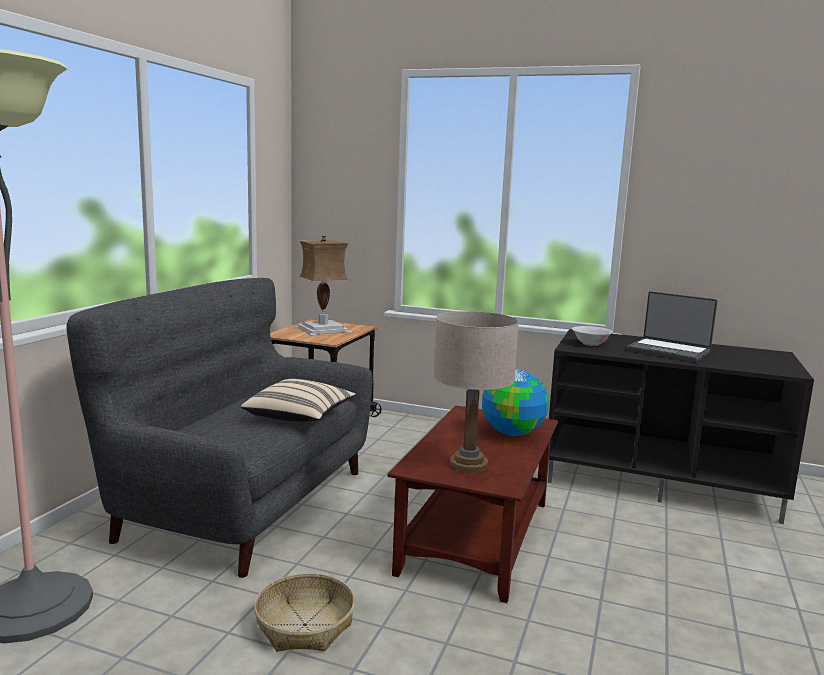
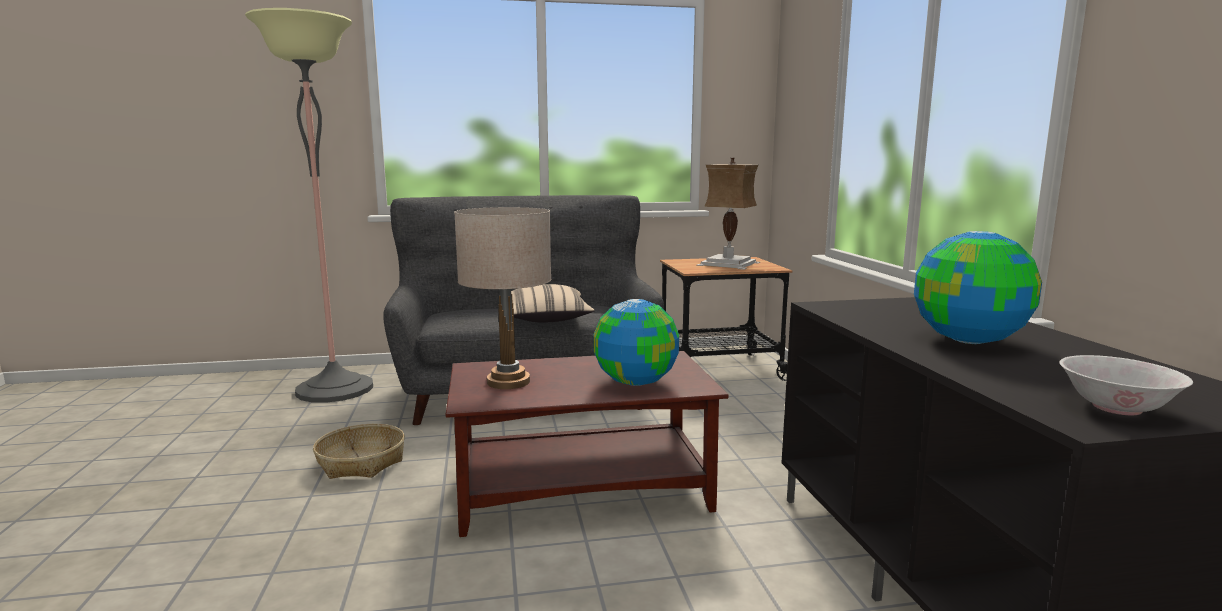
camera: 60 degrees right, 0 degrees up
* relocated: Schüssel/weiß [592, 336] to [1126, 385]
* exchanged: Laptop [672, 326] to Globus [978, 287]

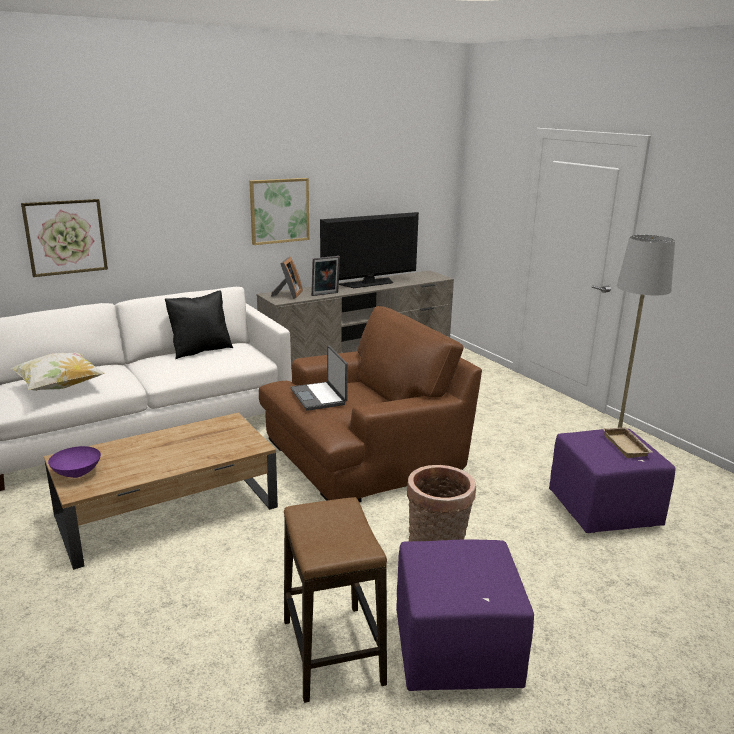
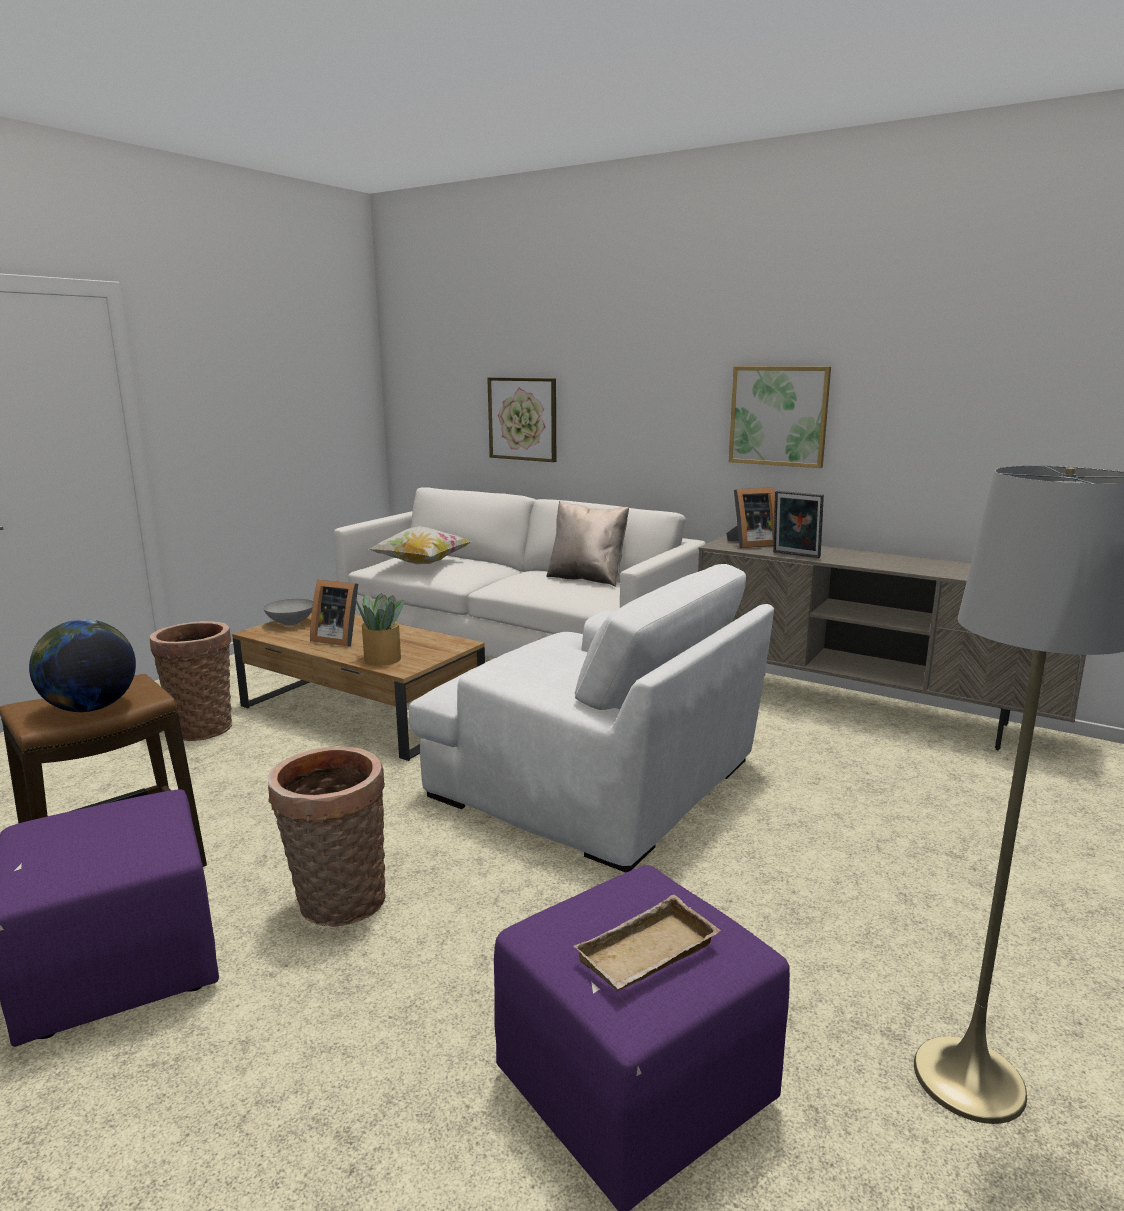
camera: 65 degrees right, 5 degrees down
* colour: Schüssel/lila [74, 462] to Schüssel/grau [288, 612]
* colour: Kissen/schwarz [199, 324] to Kissen/beige [587, 544]
* colour: Sessel/braun [370, 404] to Sessel/weiß [591, 718]
* missing: Laptop [319, 378]
* missing: Fernseher [369, 250]
* appeared: Globus [82, 665]
* appeared: Korb [191, 681]
* appeared: Bilderrahmen [334, 613]
* appeared: Topfpflanze [379, 629]

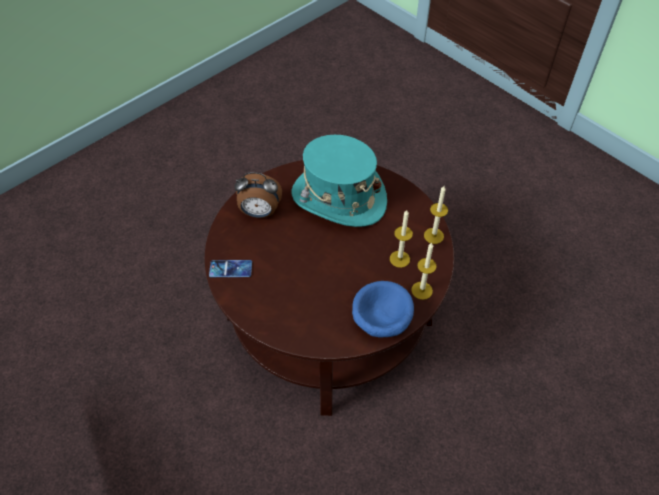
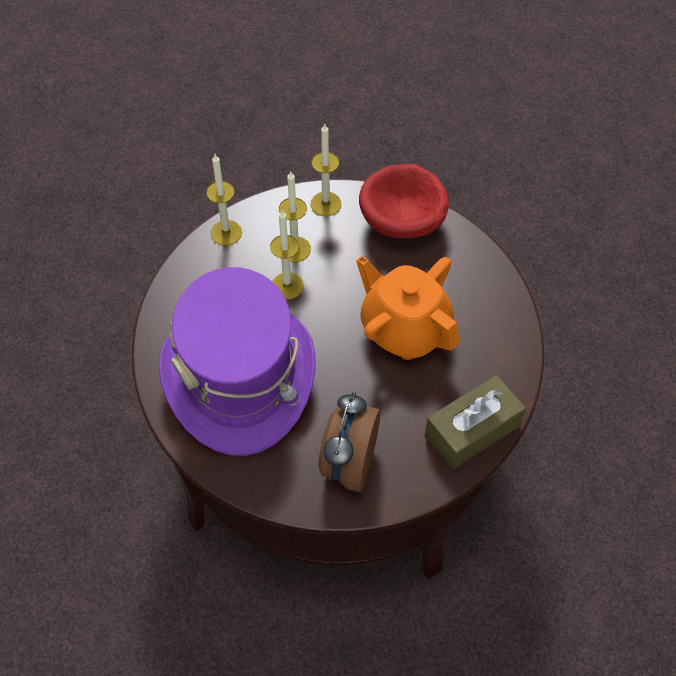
camera: 125 degrees left, 5 degrees up
* exchanged: Handy [230, 268] to Taschentuchbox/braun [475, 422]
* spun: Wecker [258, 195] = [349, 441] 135 degrees counterclockwise
* colour: Hut/türkis [339, 181] to Hut/lila [237, 361]
* colour: Schüssel/blau [383, 309] to Schüssel/rot [404, 201]
* appeared: Kerze [287, 255]
* appeared: Teekanne/orange [408, 308]

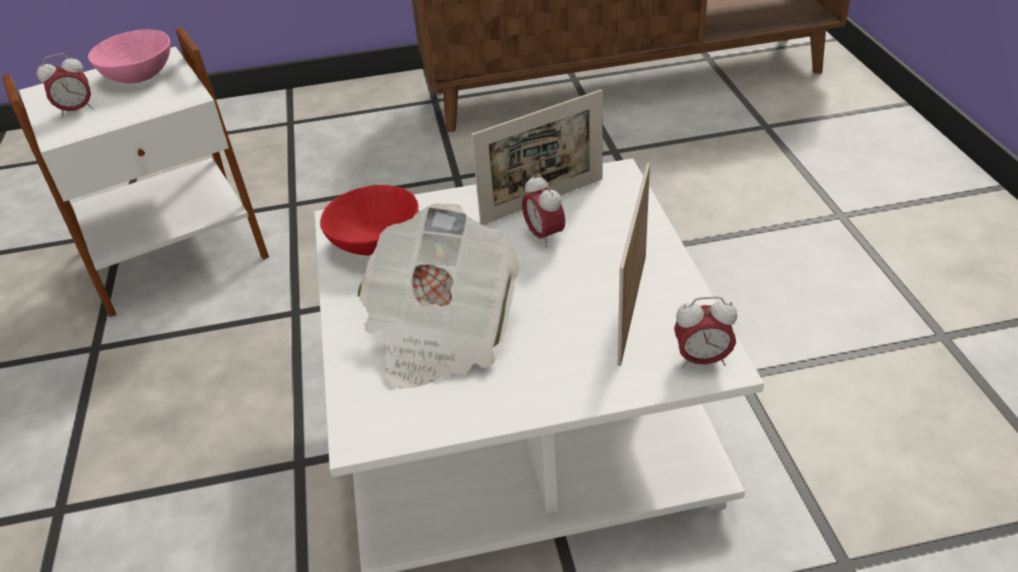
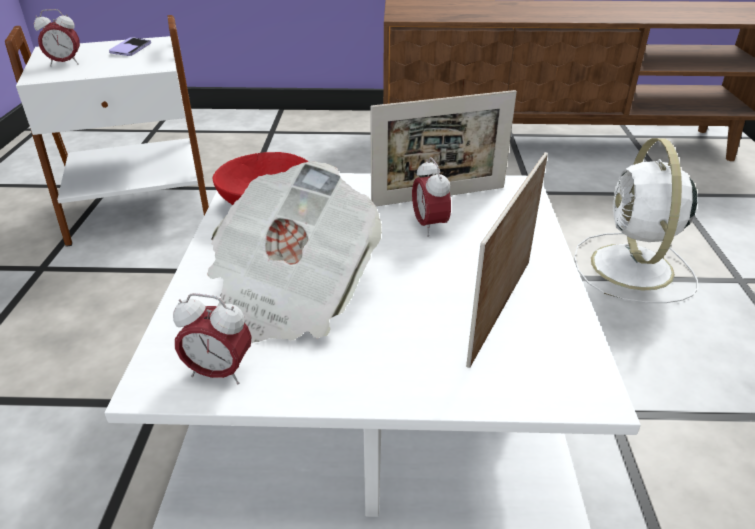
camera: 10 degrees right, 5 degrees down
* exchanged: Schüssel/rosa [129, 56] to Handy [130, 46]
* relocated: Wecker [705, 332] to [212, 338]
* appeared: Ventilator/weiß [636, 220]

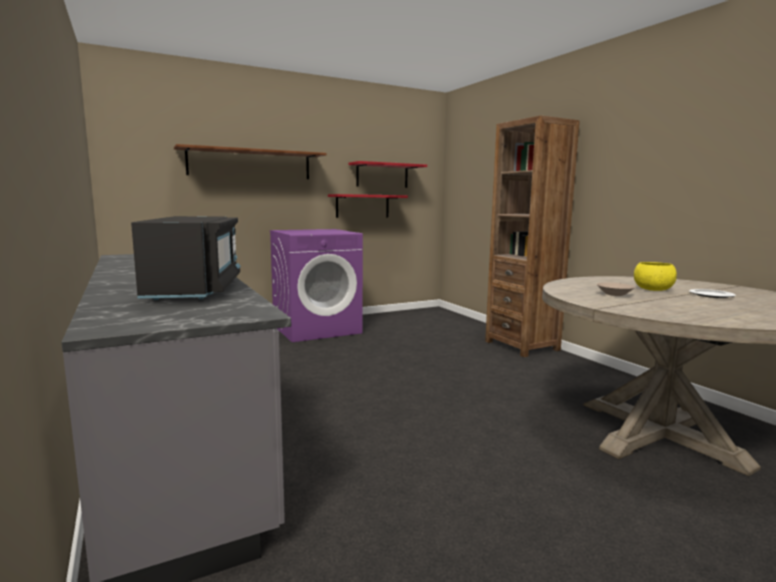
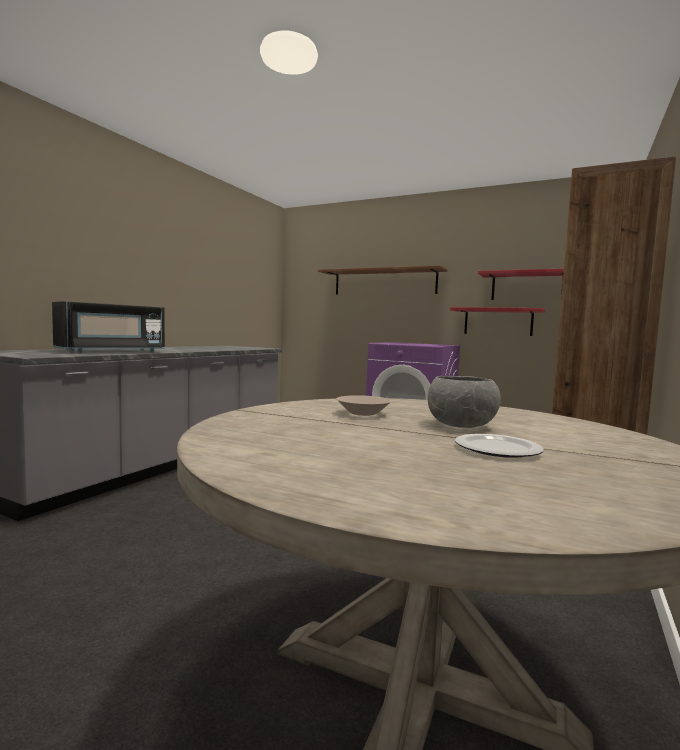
camera: 55 degrees right, 5 degrees down
* colour: Schüssel/gelb [655, 276] to Schüssel/grau [464, 402]

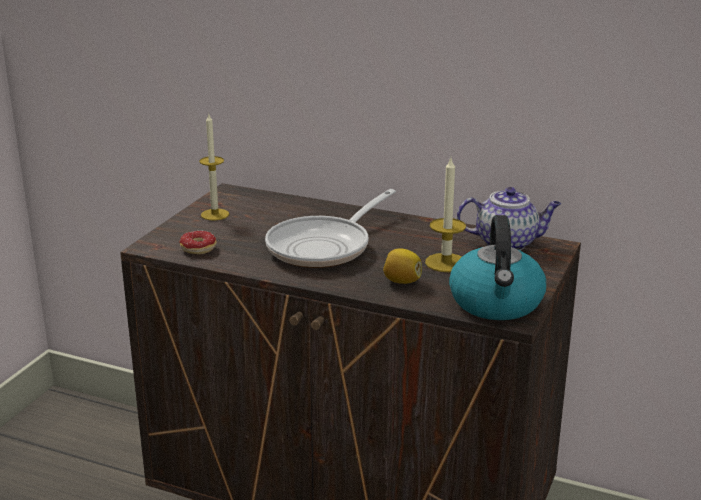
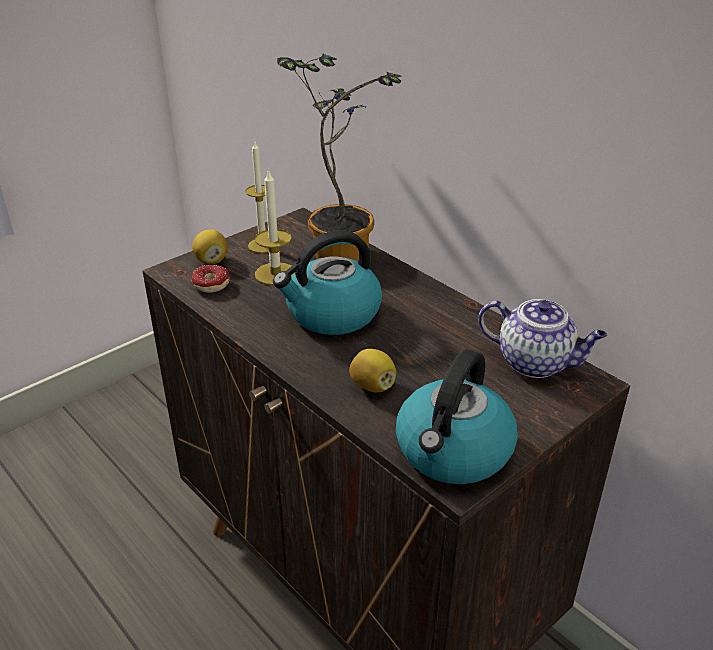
camera: 25 degrees right, 10 degrees up
* exchanged: Pfanne [330, 228] to Wasserkessel [327, 282]
* relocated: Kerze [445, 215] to [275, 227]
* appeared: Zitrone [210, 246]
* appeared: Topfpflanze [339, 157]

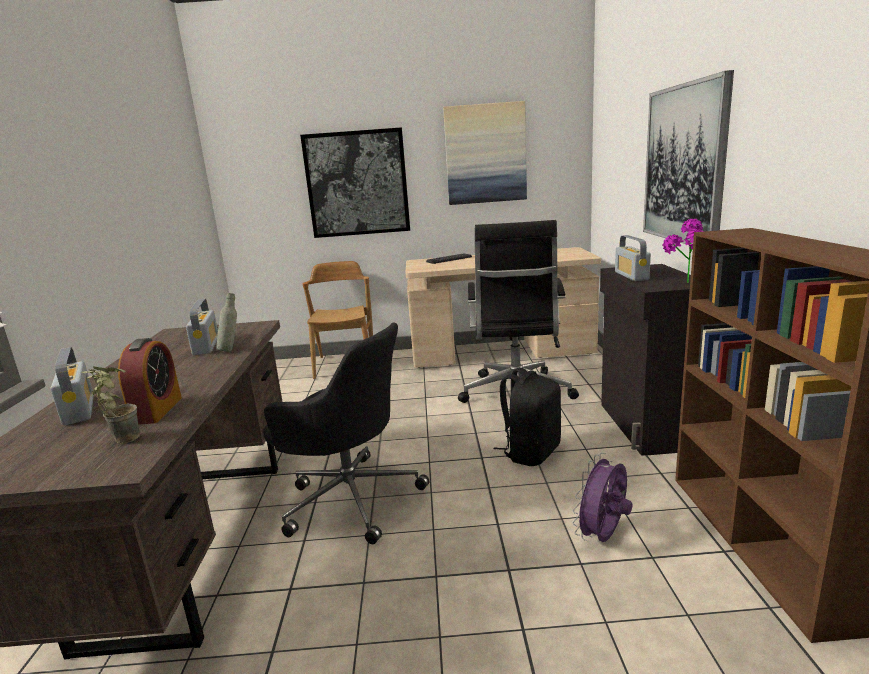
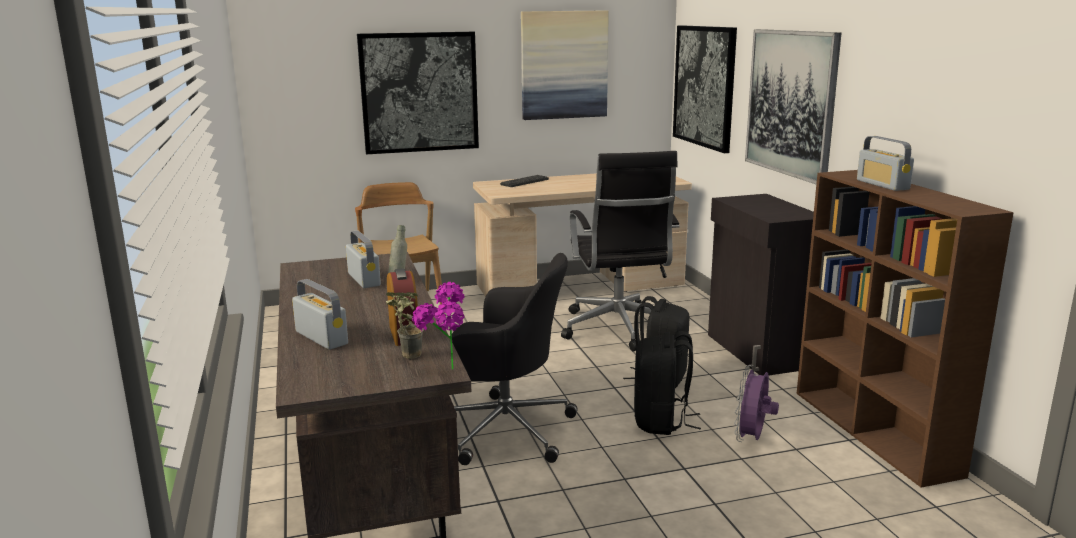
camera: 15 degrees left, 0 degrees up
* relocated: Radio [633, 258] to [885, 163]
* relocated: Topfpflanze [683, 251] to [438, 326]
* appeared: Rucksack/schwarz [667, 383]
* appeared: Bild [705, 89]

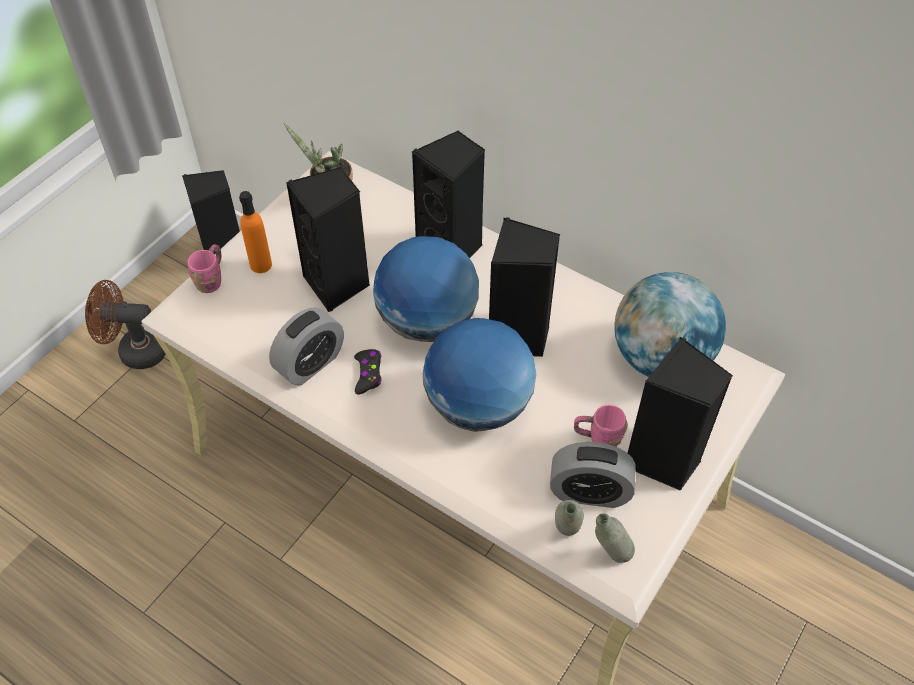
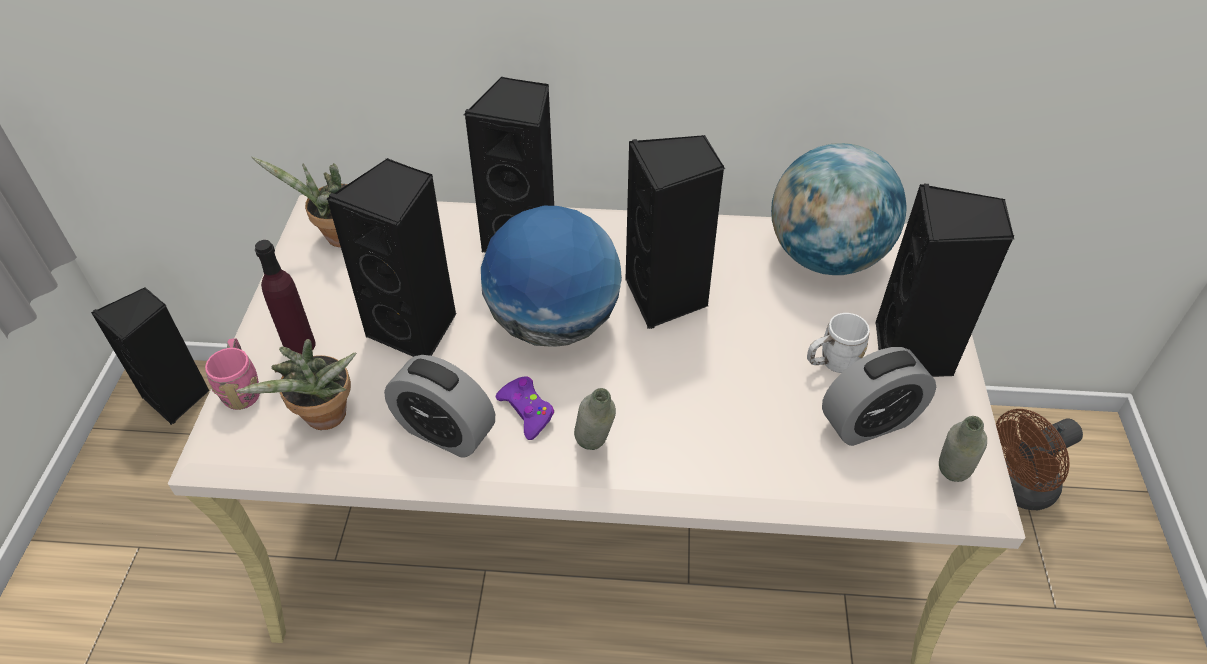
camera: 30 degrees left, 5 degrees down
* relocated: Ventilator/braun [125, 324] to [1039, 459]
* colour: Flasche/orange [255, 232] to Flasche/lila [285, 297]
* spun: Wecker [306, 346] = [439, 406] 105 degrees clockwise
* colour: Gamepad/schwarz [368, 372] to Gamepad/lila [525, 408]
* missing: Globus [480, 375]
* relocated: Flasche/grau [569, 518] to [595, 419]
* colour: Henkelbecher/rosa [601, 426] to Henkelbecher/weiß [838, 343]
* appeared: Topfpflanze [296, 384]

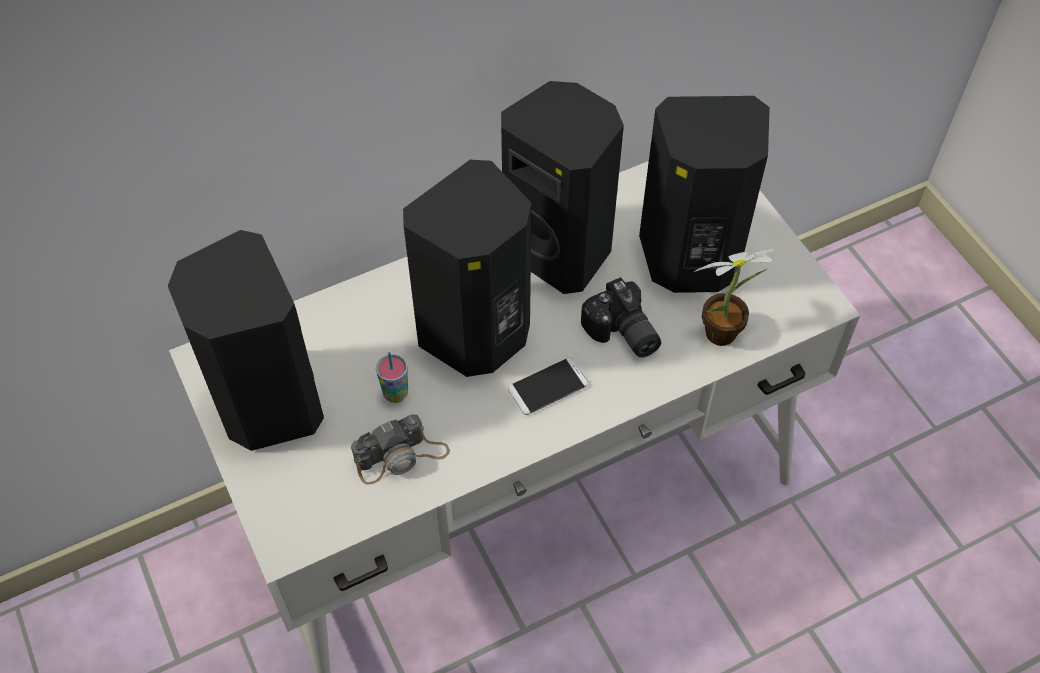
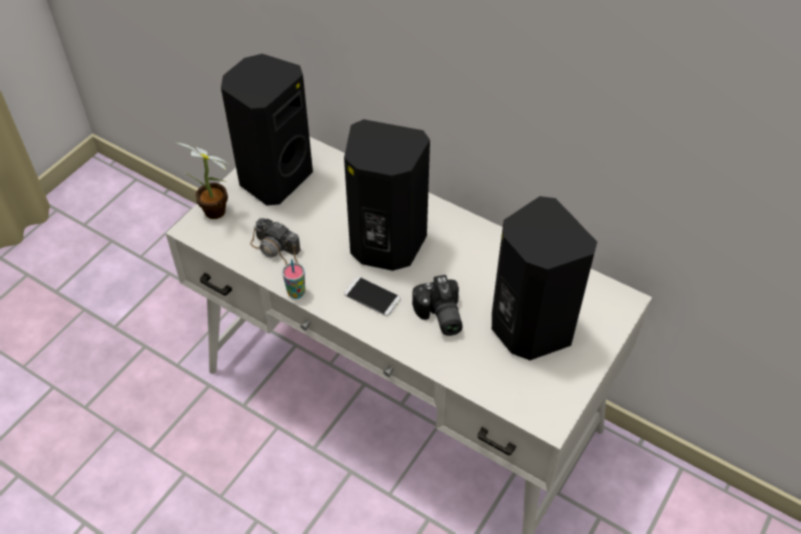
camera: 60 degrees right, 5 degrees down
* relocated: Tasse [392, 377] to [293, 279]
* missing: Lautsprecher/schwarz [562, 187]
* spun: Kamera [621, 317] = [437, 305] 45 degrees counterclockwise
* relocated: Topfpflanze [737, 297] to [203, 180]

